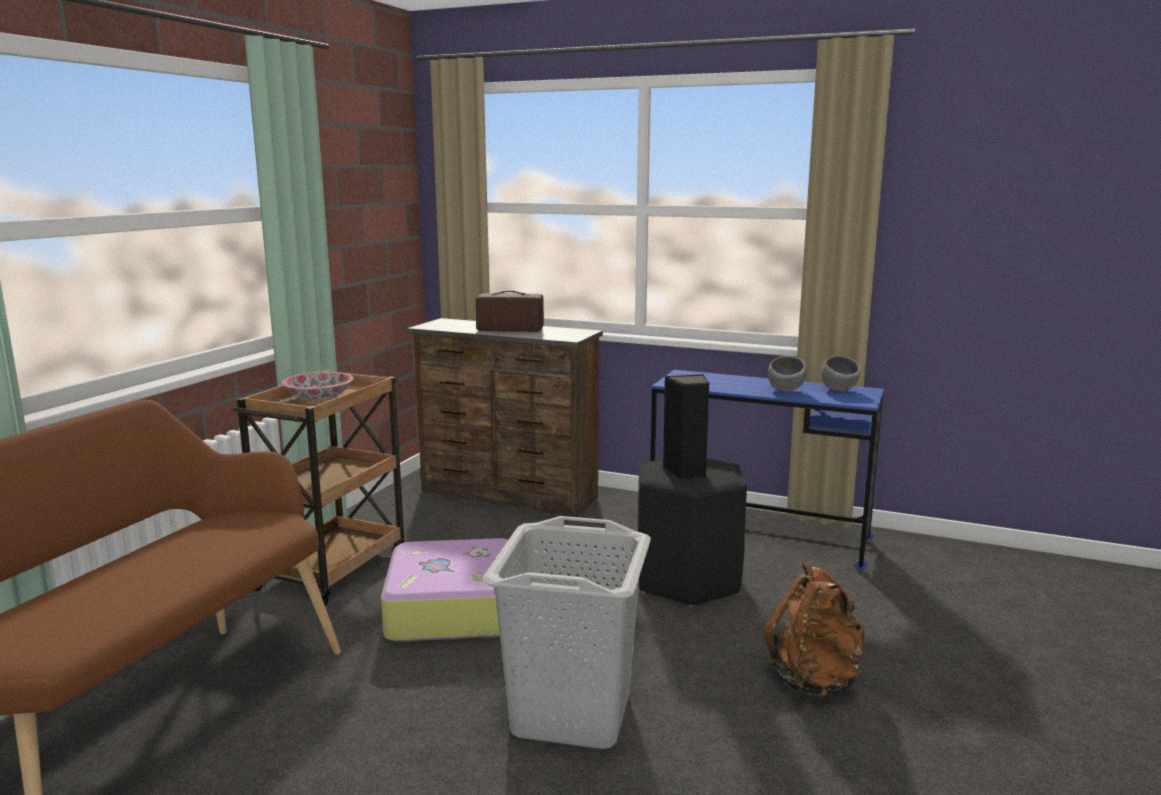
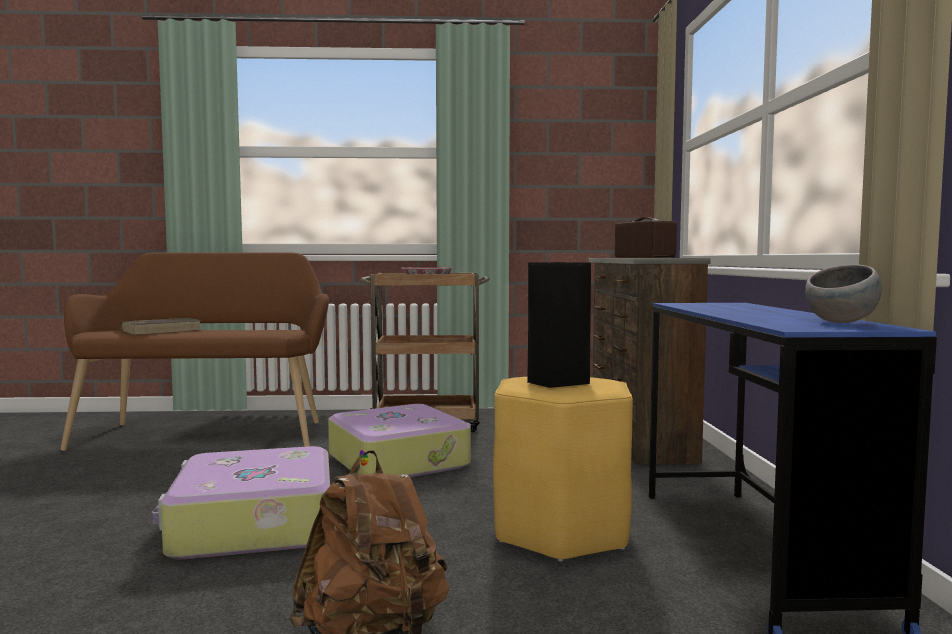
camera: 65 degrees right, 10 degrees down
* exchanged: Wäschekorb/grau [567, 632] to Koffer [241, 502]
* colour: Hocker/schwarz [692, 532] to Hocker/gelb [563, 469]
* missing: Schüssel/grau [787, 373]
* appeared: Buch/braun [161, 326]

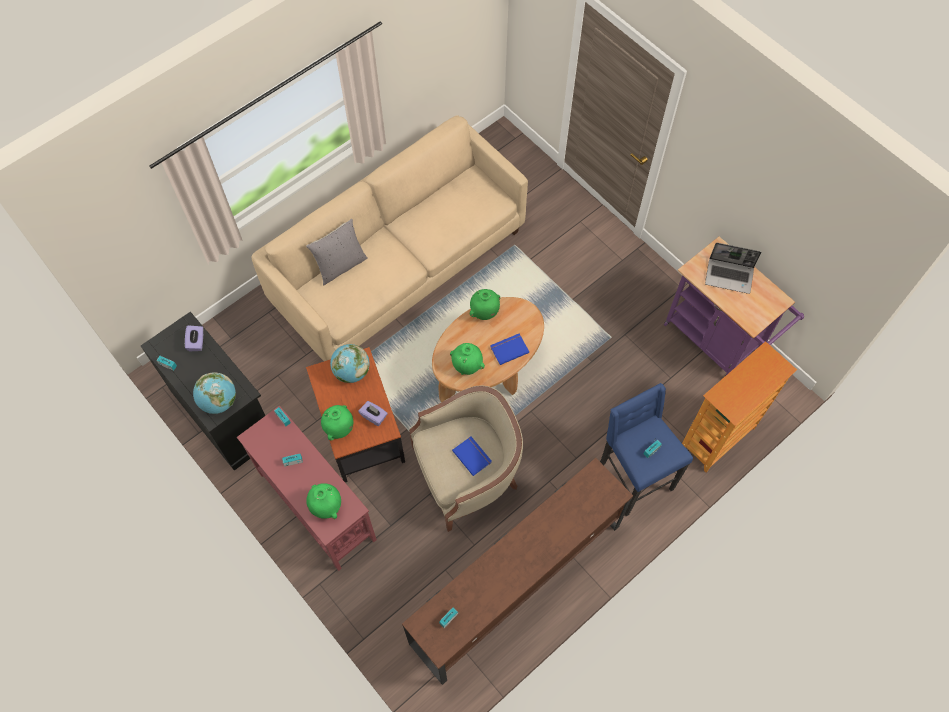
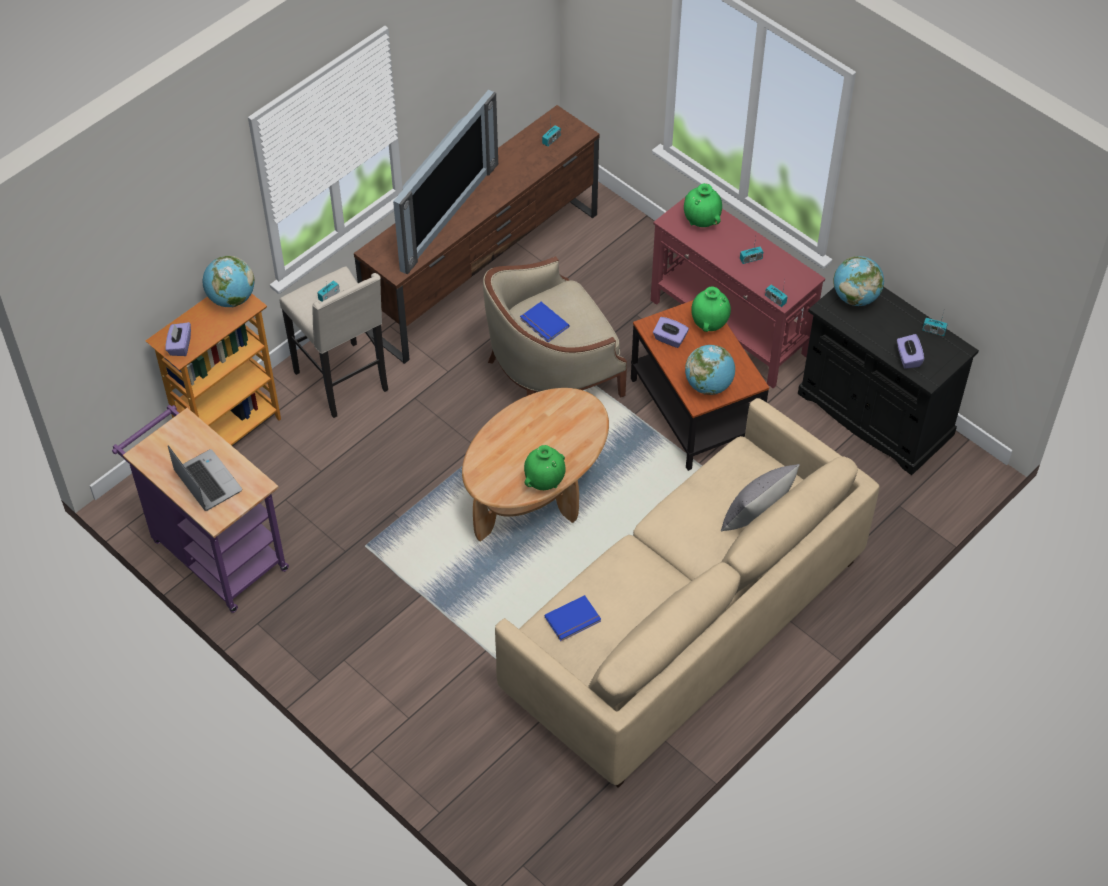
camera: 175 degrees right, 10 degrees down
* missing: Vase/grün [467, 359]
* relocated: Buch/blau [509, 349] to [573, 618]
* colour: Hocker/blau [646, 449] to Hocker/beige [334, 342]
* spun: Laptop [733, 268] = [205, 478] 45 degrees clockwise
* appeared: Taschentuchbox/lila [178, 339]
* appeared: Globus [228, 282]
* appeared: Fernseher [445, 182]

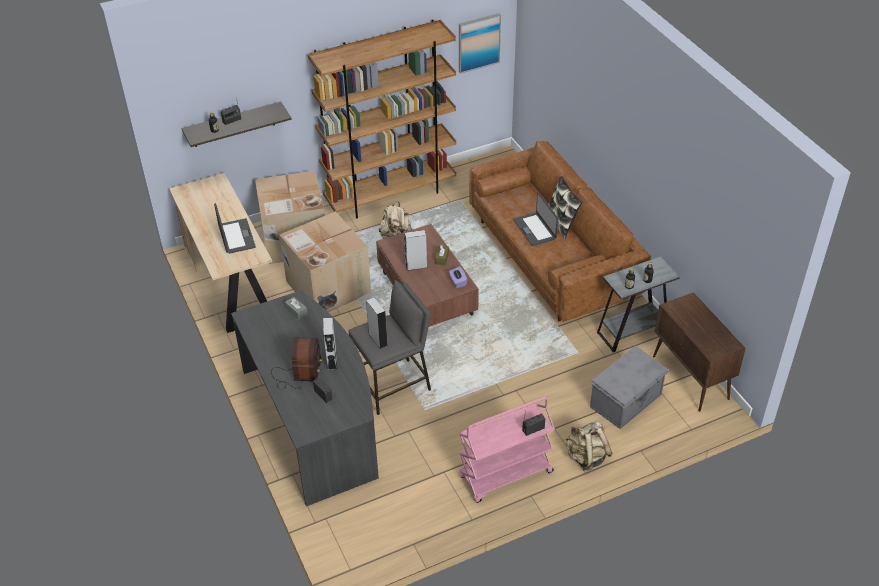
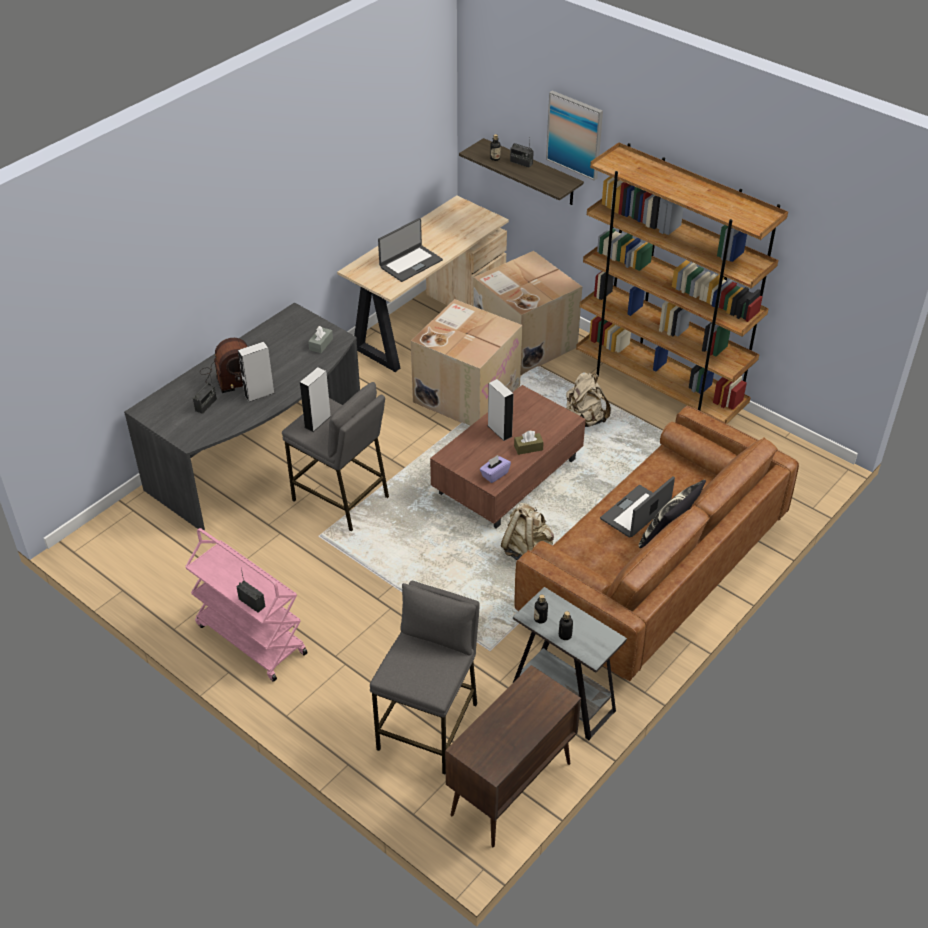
camera: 65 degrees right, 0 degrees up
* relocated: Bild [480, 43] to [574, 136]
* relocated: Rucksack/beige [589, 446] to [527, 531]
* exchanged: Aufbewahrungsbox/grau [630, 387] to Hocker/grau [425, 677]

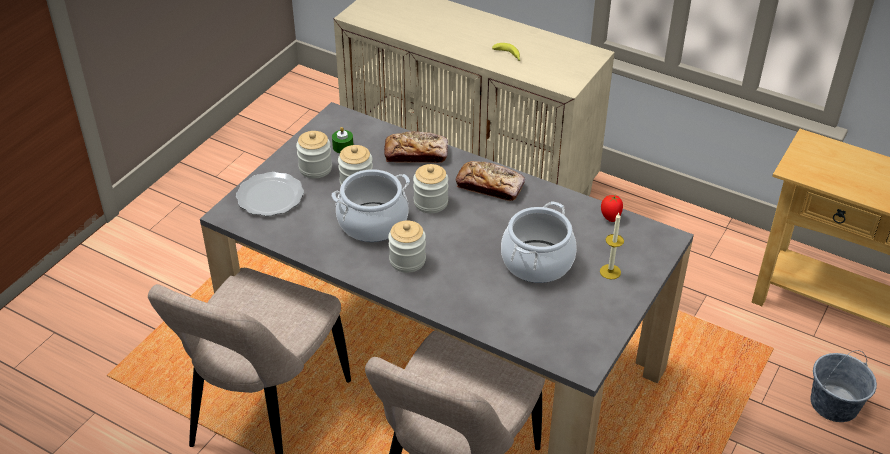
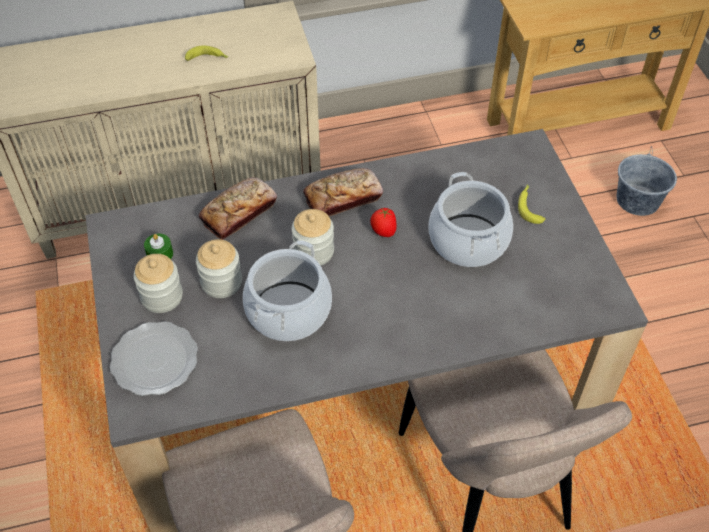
camera: 45 degrees left, 10 degrees up
* missing: Vorratsglas [407, 246]
* exchanged: Kerze [612, 246] to Banane [532, 204]
* relocated: Tomate [612, 208] to [383, 222]

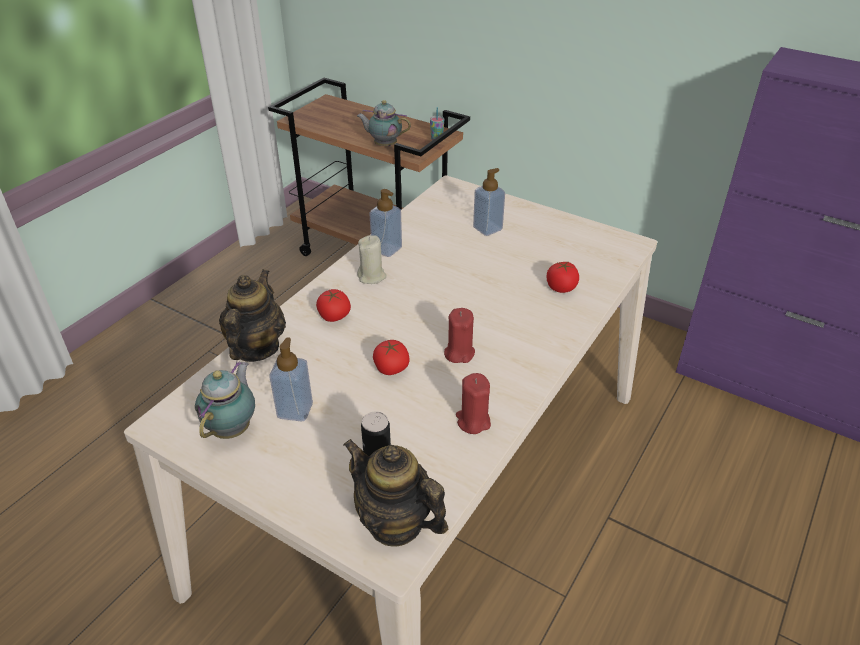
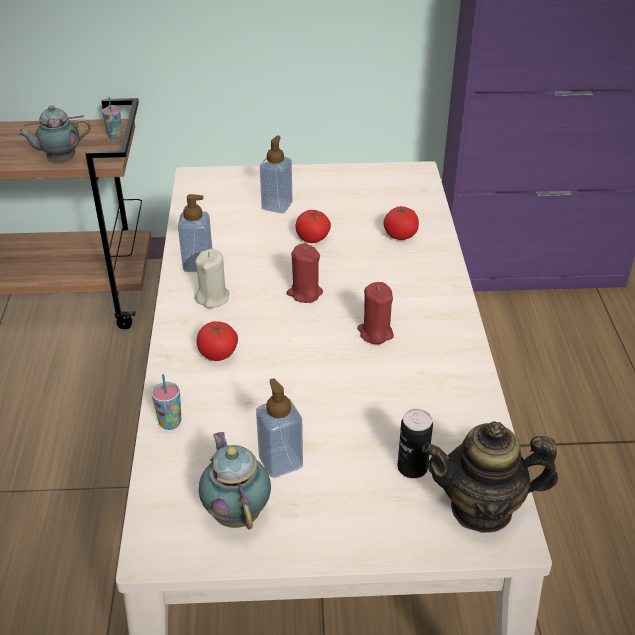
camera: 35 degrees left, 0 degrees up
* exchanged: Teekanne [252, 315] to Tasse [166, 402]
* relocated: Tomate [391, 357] to [313, 226]
* relocated: Kerze/rot [473, 403] to [305, 273]

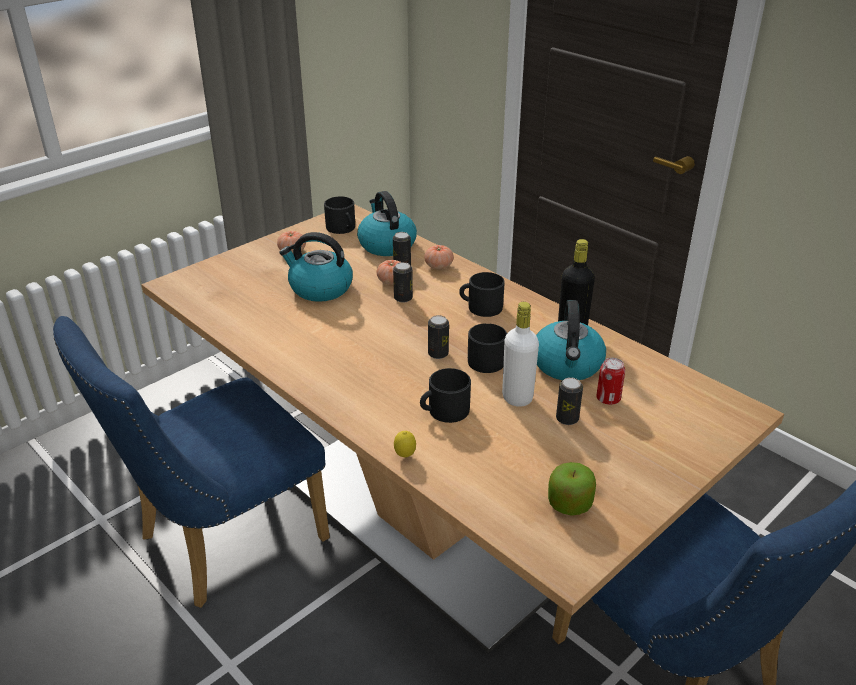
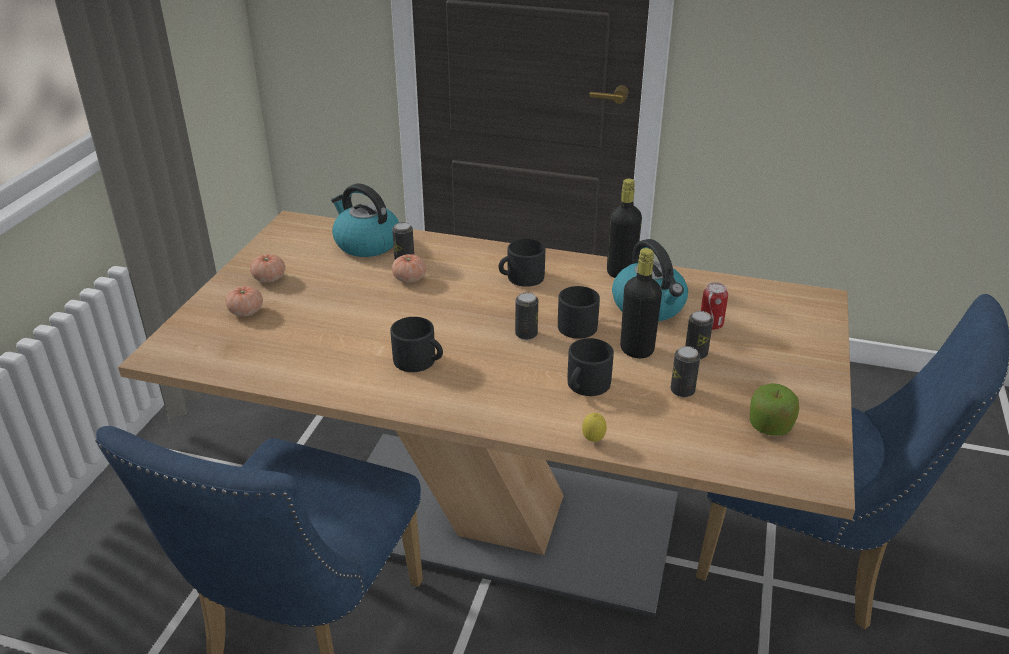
camera: 30 degrees left, 0 degrees up
* missing: Wasserkessel [316, 267]
* relocated: Henkelbecher/schwarz [339, 215] to [416, 344]
* relocated: Dose [403, 282] to [685, 371]
* relocated: Tomate [439, 257] to [244, 301]
* colour: Flasche/weiß [520, 354] to Flasche/schwarz [641, 303]

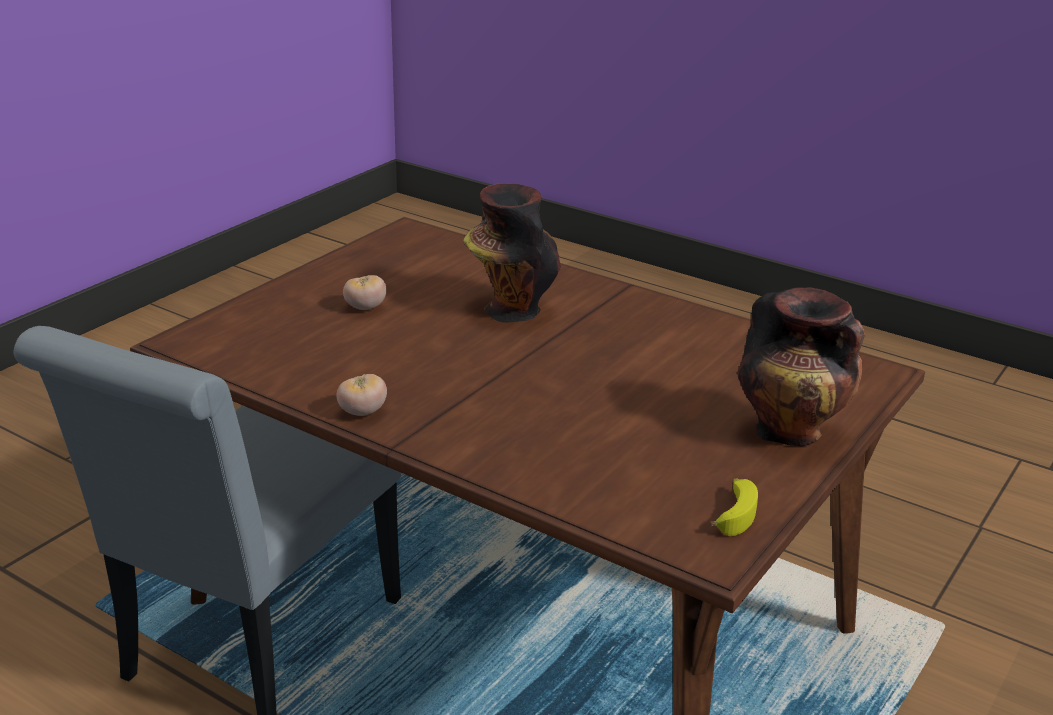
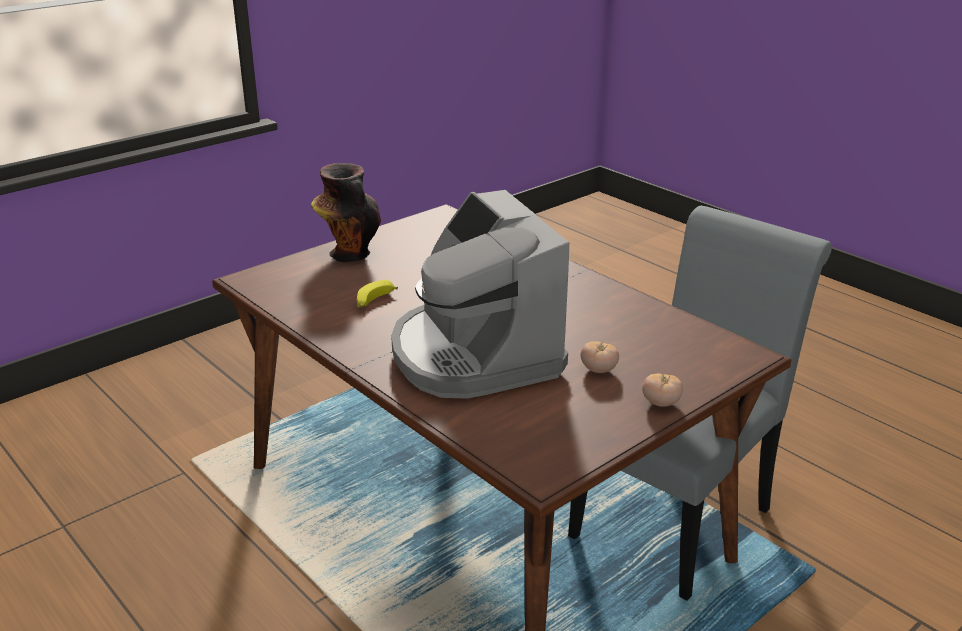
camera: 165 degrees left, 0 degrees up
* relocated: Tomate [362, 395] to [662, 390]
* exchanged: Vase [512, 253] to Kaffeemaschine [480, 294]
* relocated: Banane [734, 507] to [377, 293]

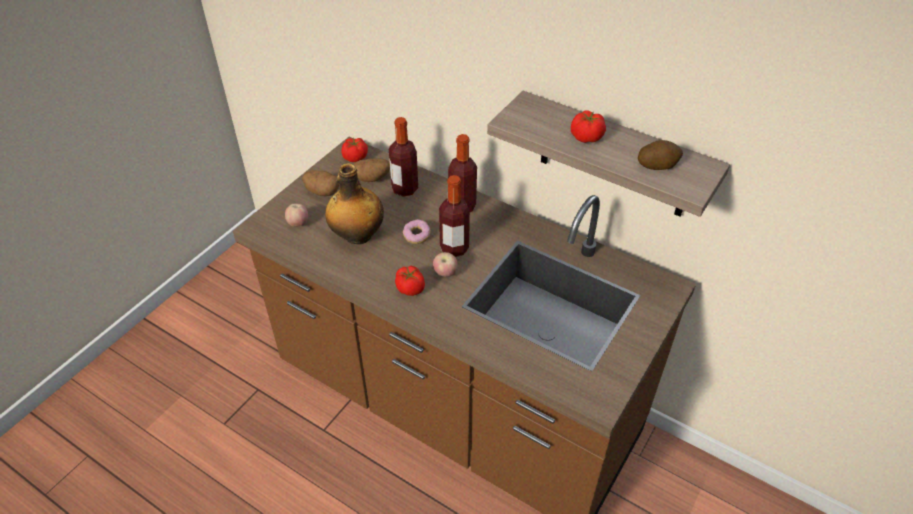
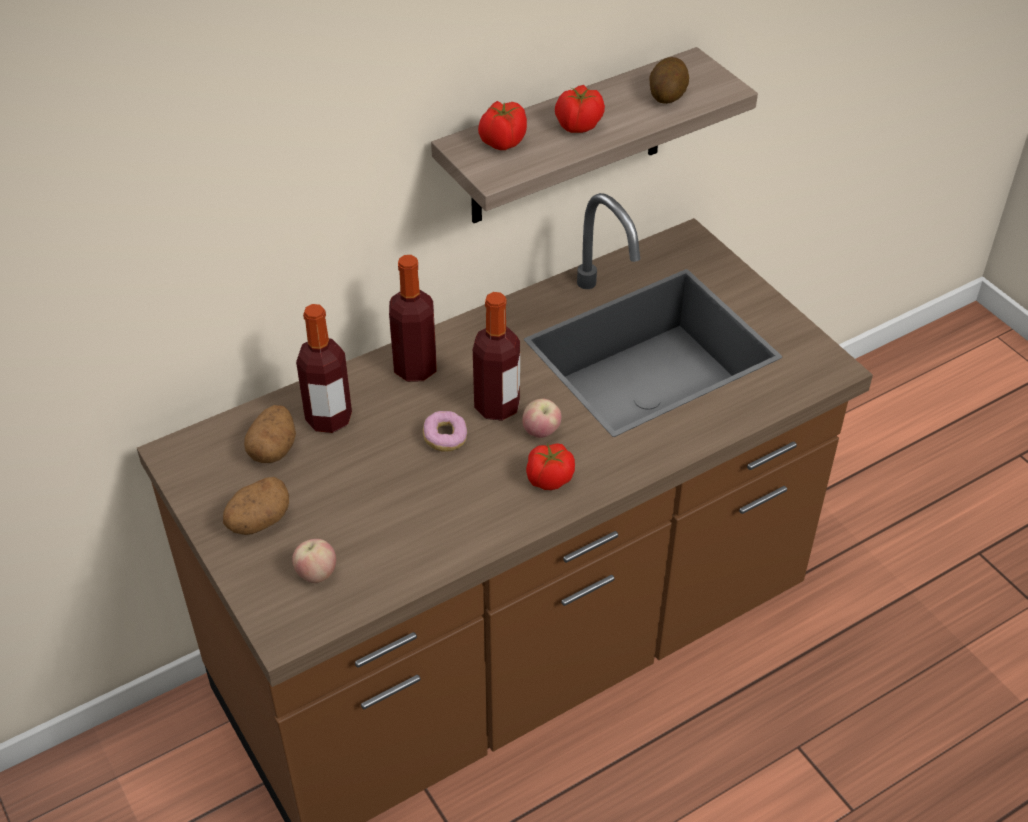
camera: 65 degrees left, 0 degrees up
* missing: Flasche [354, 204]
* relocated: Tomate [355, 150] to [502, 125]

